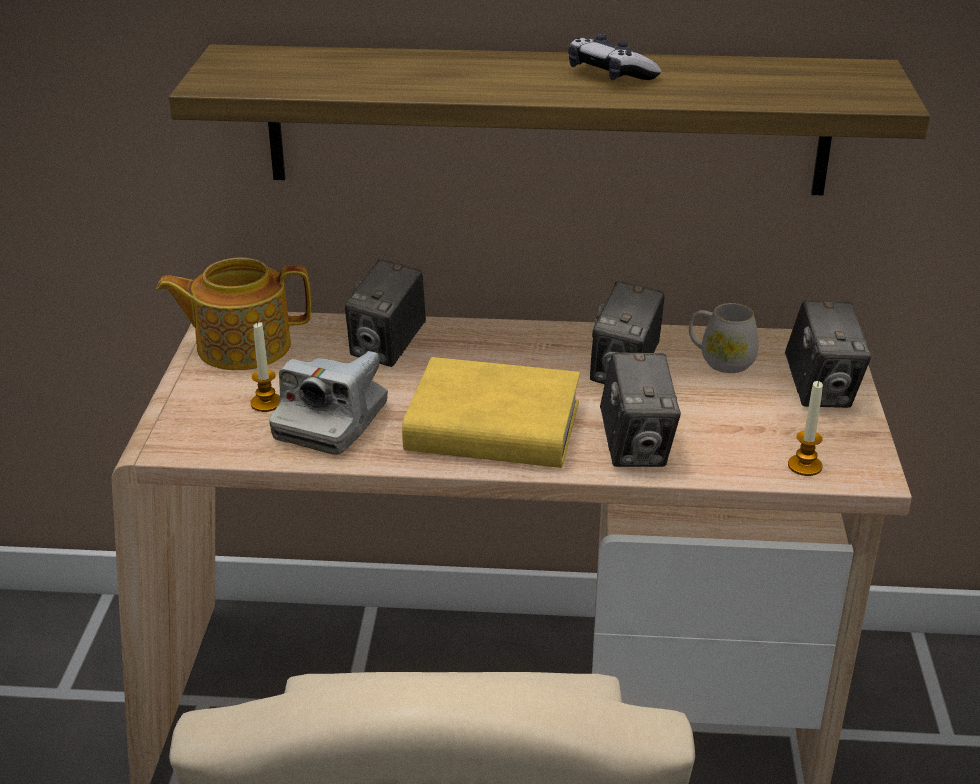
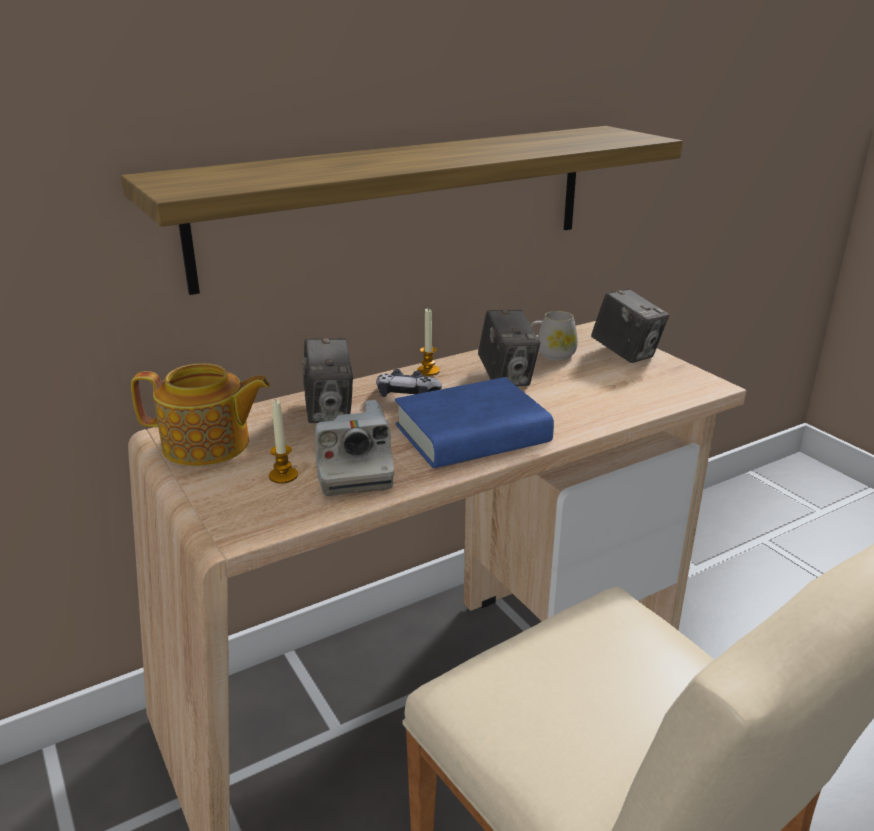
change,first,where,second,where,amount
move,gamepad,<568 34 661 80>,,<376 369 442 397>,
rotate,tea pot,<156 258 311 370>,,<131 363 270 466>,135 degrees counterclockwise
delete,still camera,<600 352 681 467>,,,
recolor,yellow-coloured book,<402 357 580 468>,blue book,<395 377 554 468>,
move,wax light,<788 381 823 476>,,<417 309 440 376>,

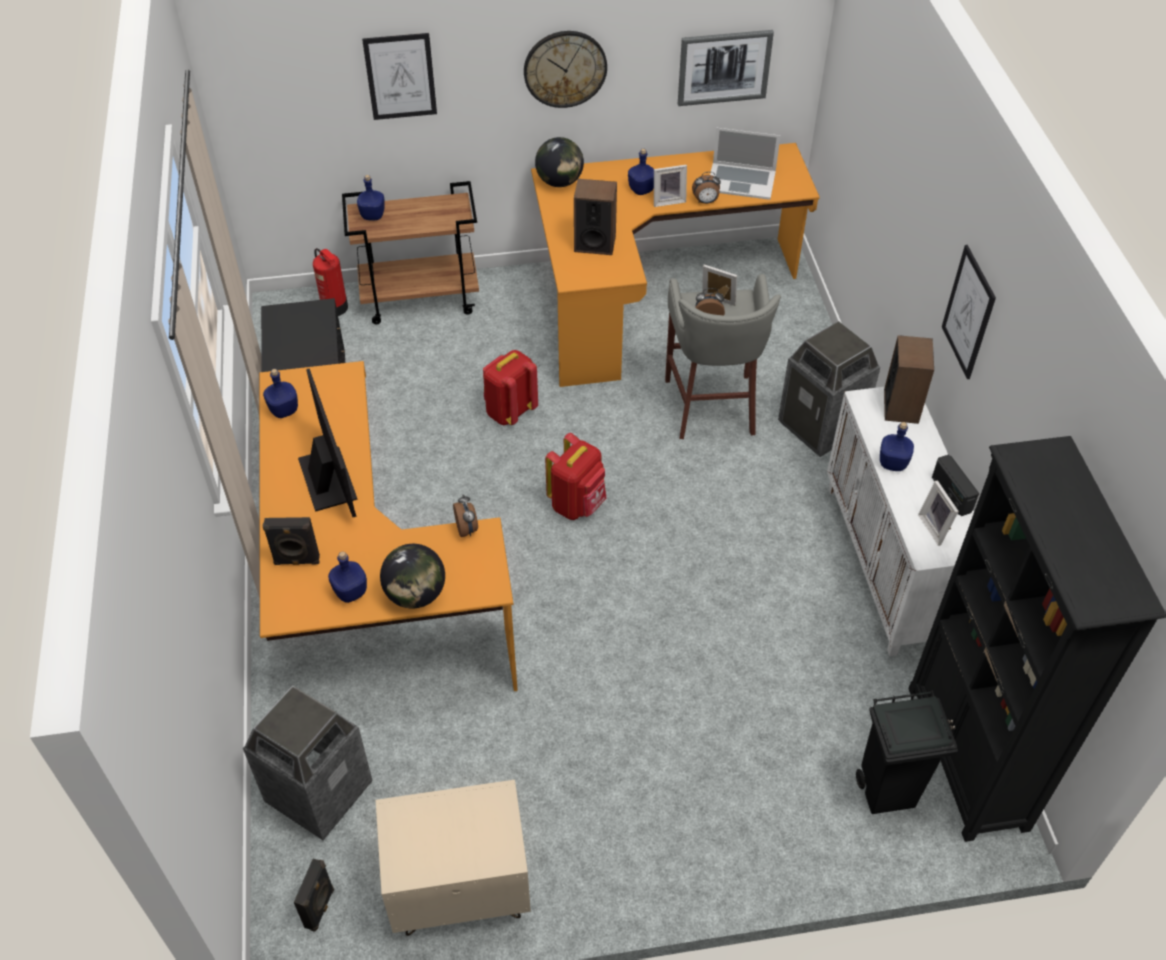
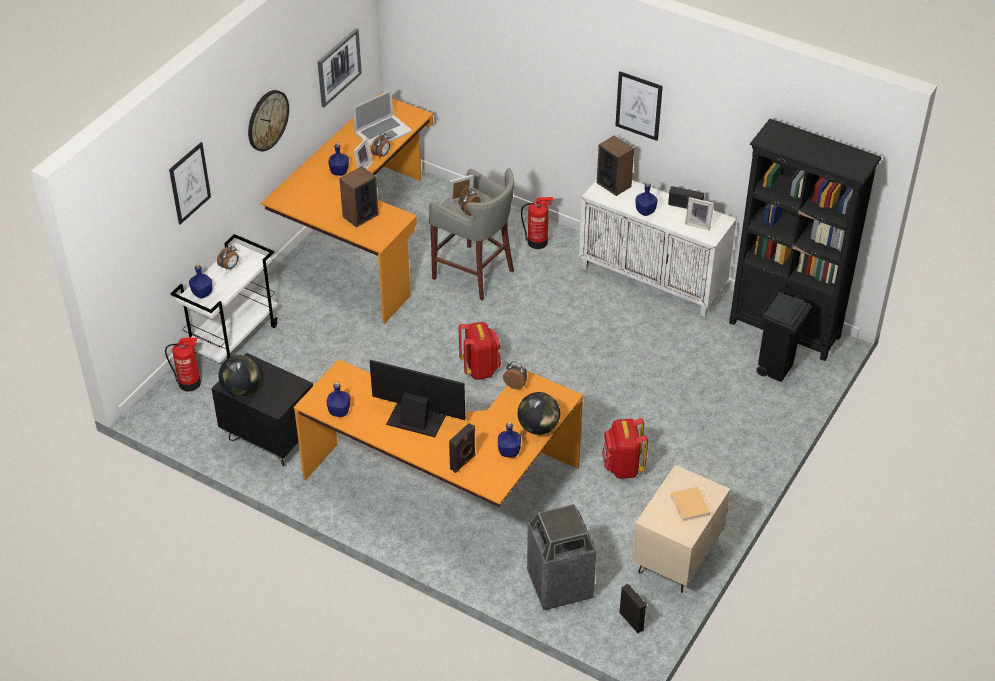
change,first,where,second,where,amount
move,world globe,<535 137 584 187>,,<219 355 260 396>,
recolor,brown-coloured cart,<342 181 479 324>,white cart,<170 234 278 363>,
replace,rubbish bin,<778 321 880 457>,fire-fighting cylinder,<521 197 553 249>,
move,reddish backpack,<483 350 538 425>,,<602 418 648 479>,
insert,,,table clock,<217 245 239 271>,
insert,,,sand-coloured book,<670 487 710 521>,

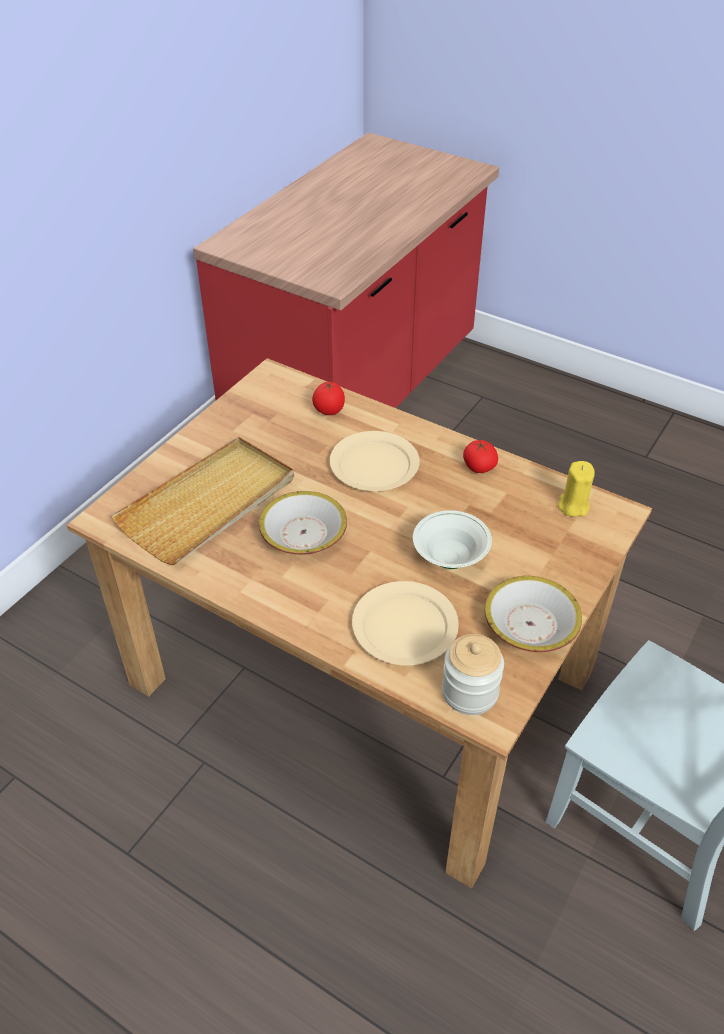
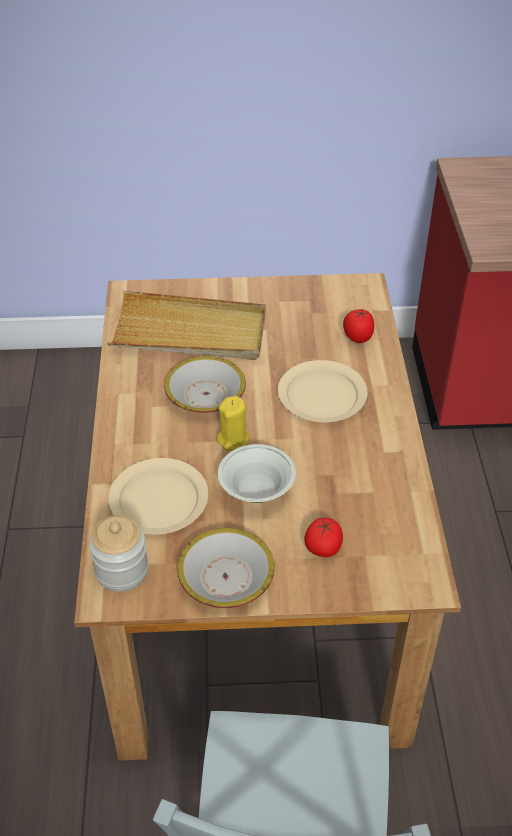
change,first,where,second,where,amount
move,whole tomato,<463 439 498 473>,,<304 518 343 557>,
move,yellow-coloured wax light,<558 461 595 517>,,<216 396 250 451>,

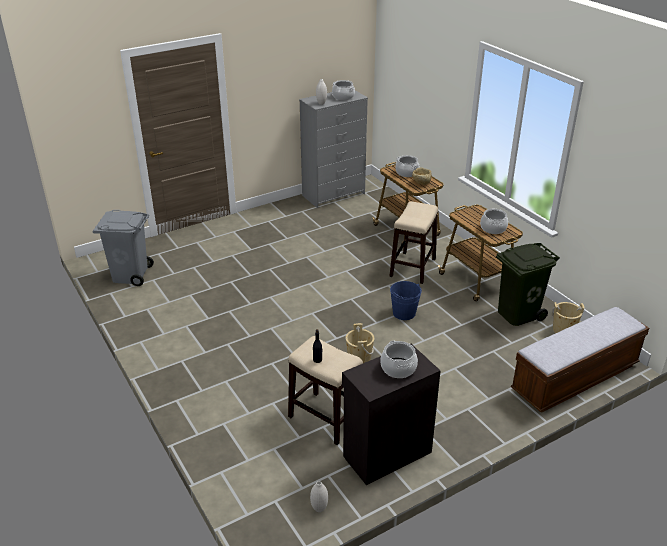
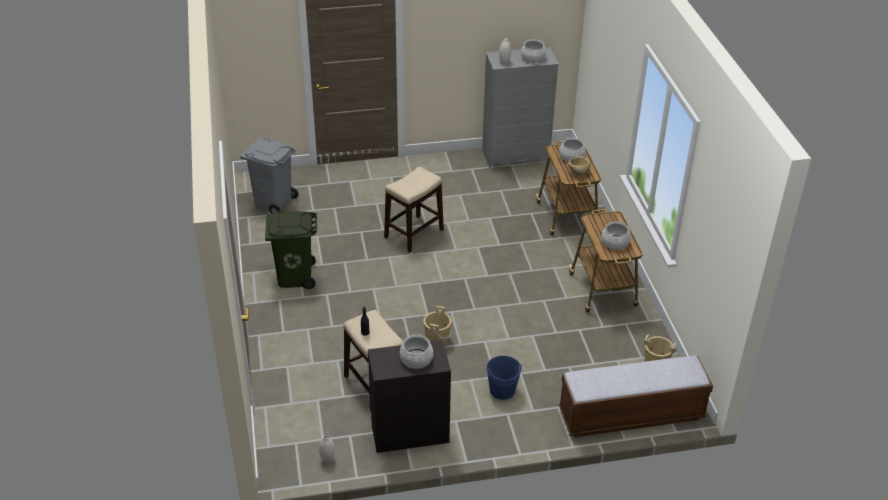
change,first,where,second,where,amount
move,stool,<390 201 438 284>,,<384 167 444 253>,
move,greenish rubbish bin,<496 243 560 326>,,<265 211 317 289>,
move,blue pail,<390 281 422 320>,,<486 356 522 400>,

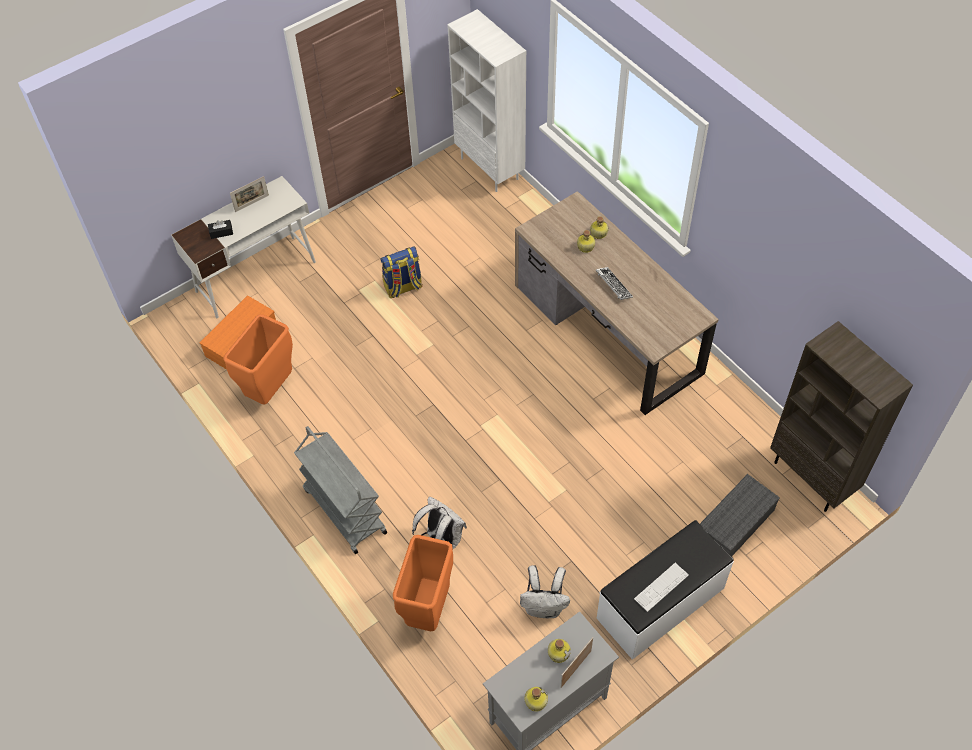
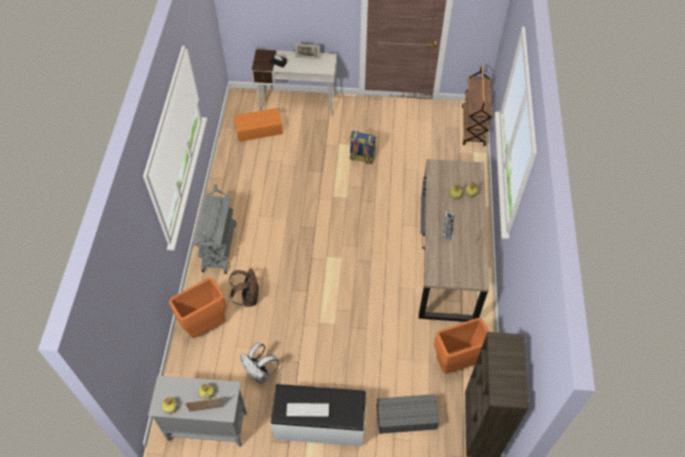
change,first,where,second,where,amount
replace,white bookshelf,<447 9 526 192>,brown-coloured cart,<462 65 492 146>,
move,orange-coloured rubbish bin,<223 314 293 405>,,<434 318 489 374>,
recolor,white backpack,<412 496 467 549>,brown-coloured backpack,<229 268 259 307>,

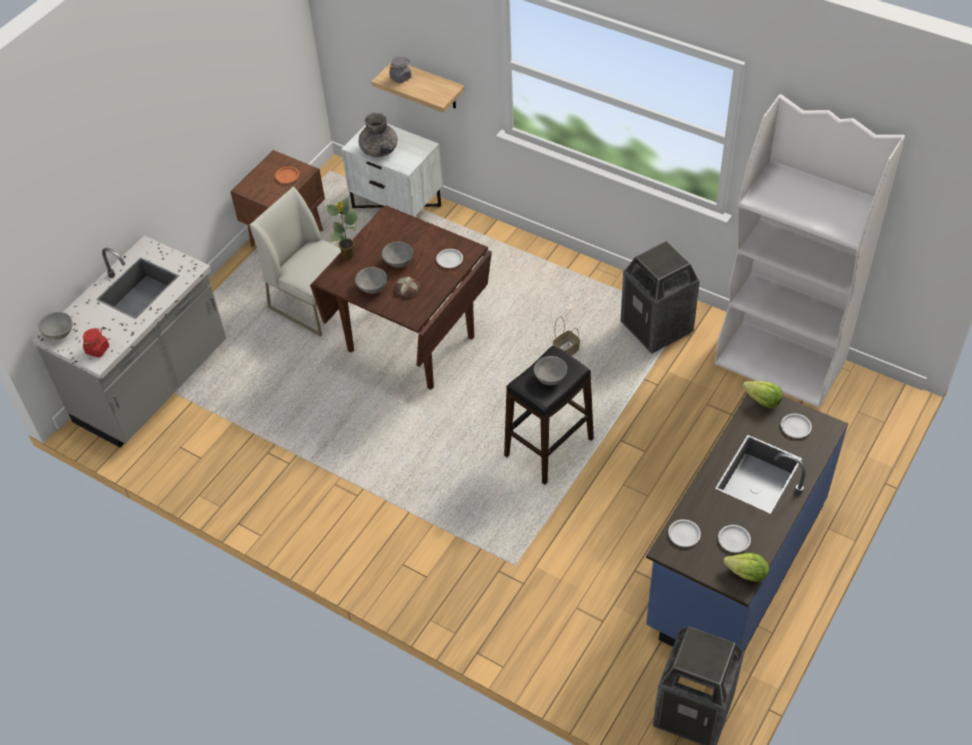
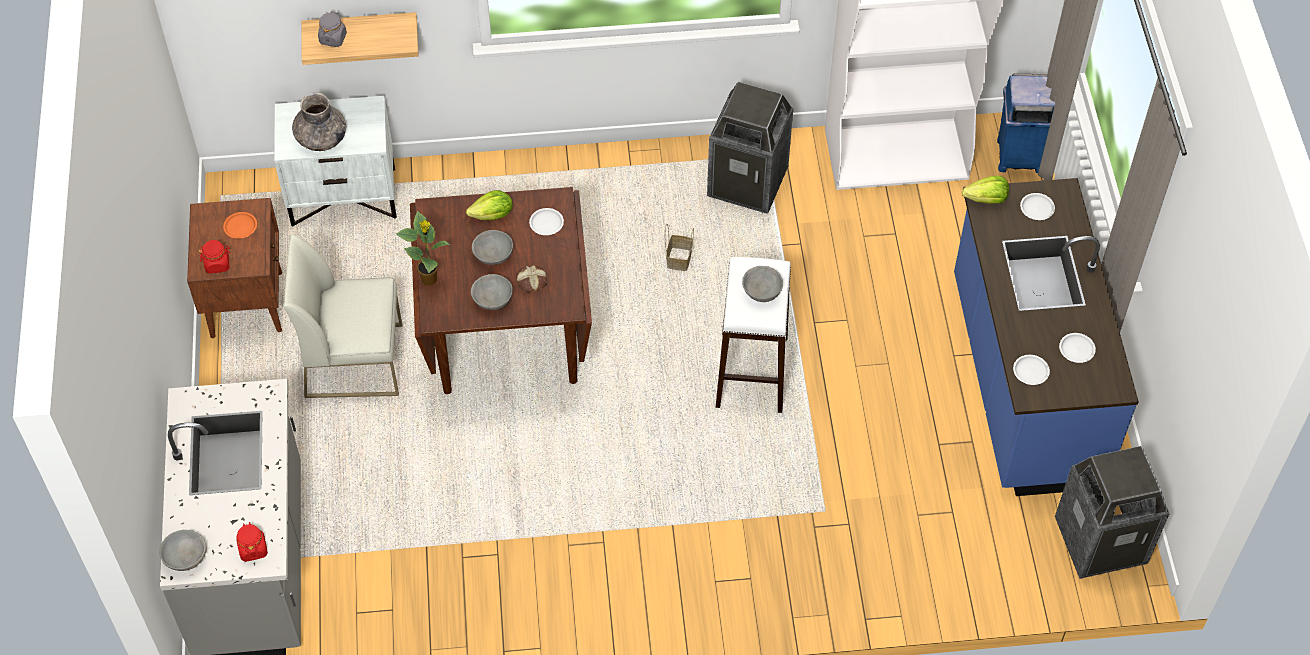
change,first,where,second,where,amount
recolor,blackish stool,<504 346 594 485>,white stool,<716 257 791 413>,
move,lettuce,<723 553 769 582>,,<466 190 513 220>,
insert,,,blue rubbish bin,<997 73 1055 173>,
insert,,,reddish jar,<199 240 230 274>,

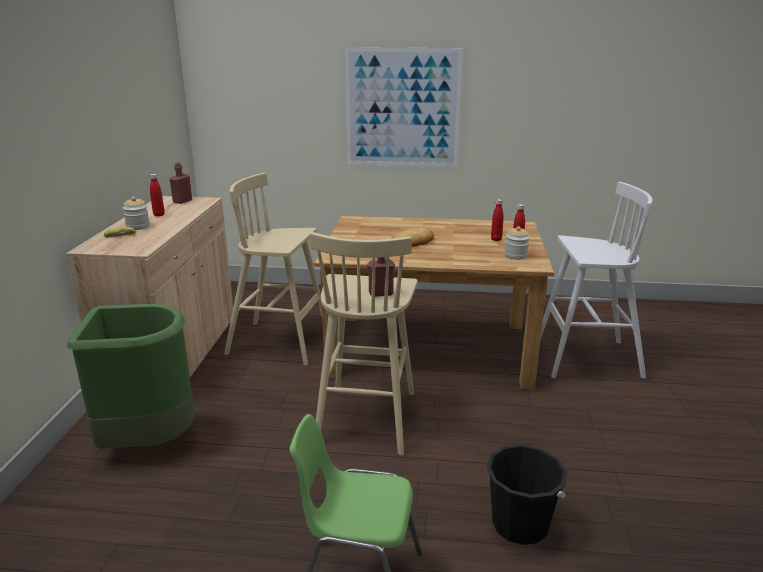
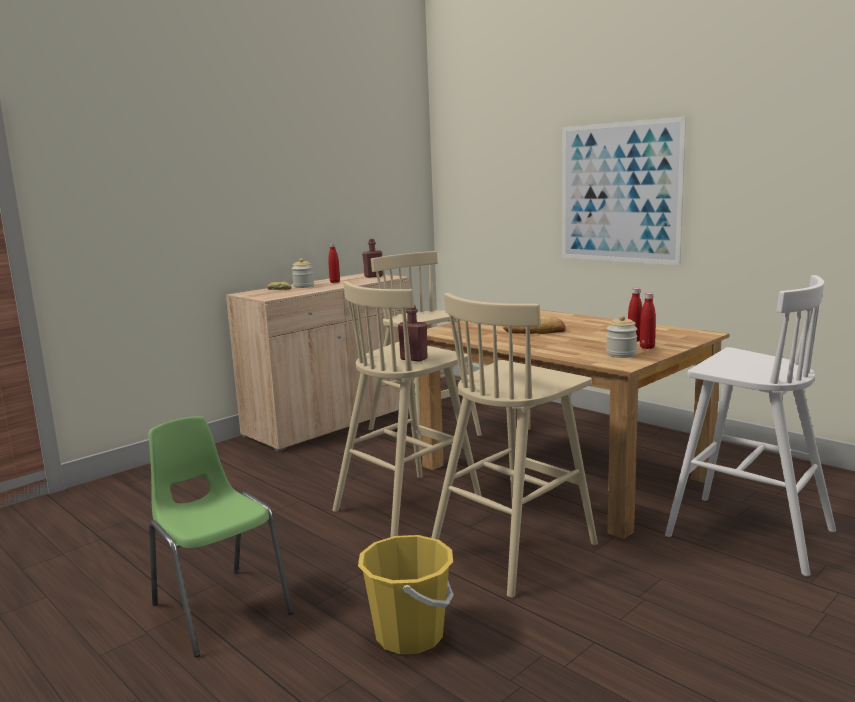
change,first,where,second,where,amount
delete,greenish rubbish bin,<67 304 195 449>,,,
recolor,blackish pail,<486 445 567 545>,yellow-coloured pail,<358 535 454 654>,
insert,,,sand-coloured stool,<431 293 598 598>,

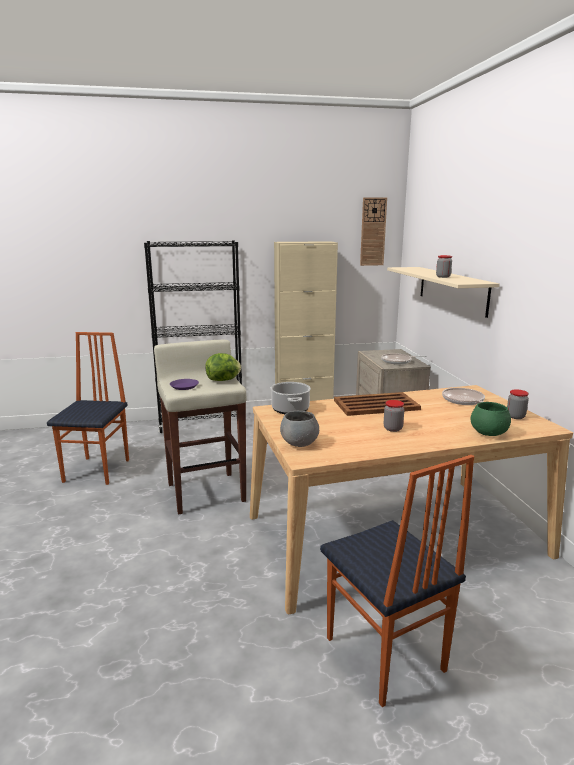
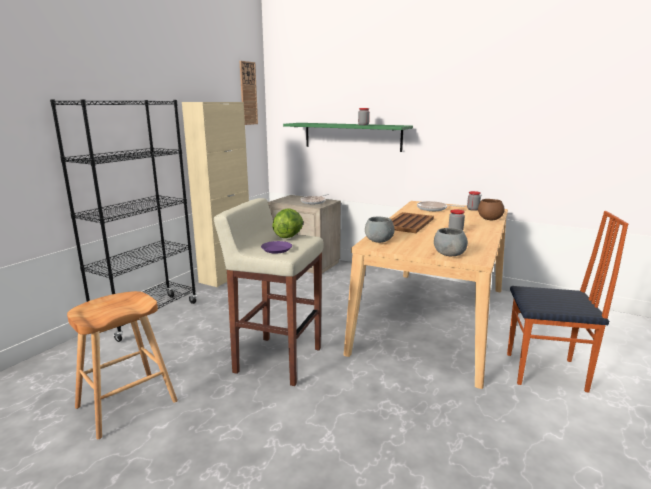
change,first,where,second,where,amount
recolor,sand-coloured wall shelf,<387 267 500 318>,greenish wall shelf,<283 123 413 152>,
replace,plain chair,<47 332 129 485>,brown-coloured stool,<67 291 178 439>,
replace,cooking pot,<270 382 311 414>,greyish bowl,<365 217 395 243>,
recolor,greenish bowl,<471 402 511 436>,brown-coloured bowl,<478 199 505 220>,

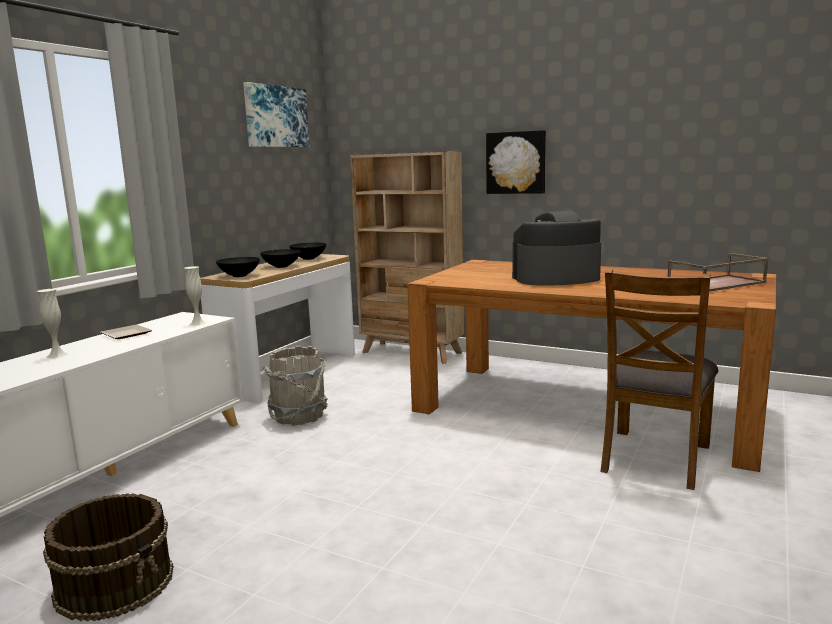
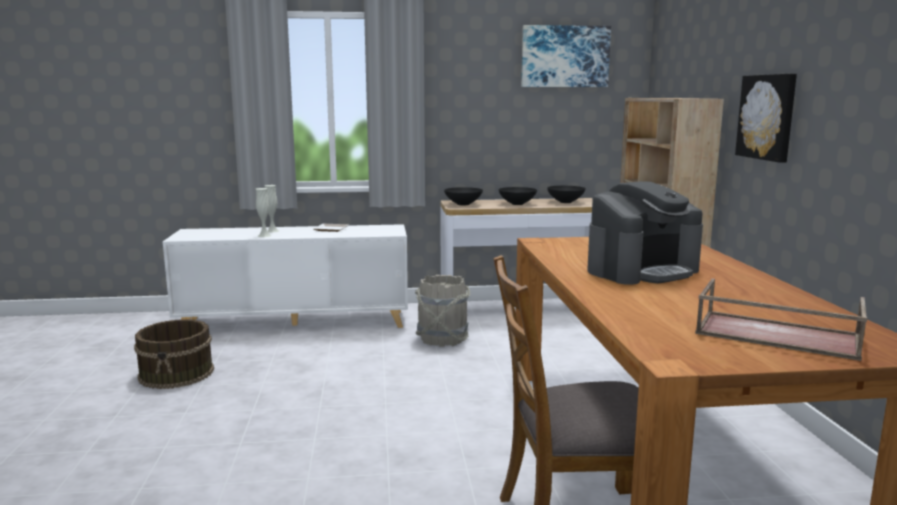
change,first,where,second,where,amount
rotate,coffee machine,<512 211 601 285>,,<587 181 703 285>,105 degrees clockwise
move,white flower vase,<184 266 206 326>,,<255 188 271 237>,

